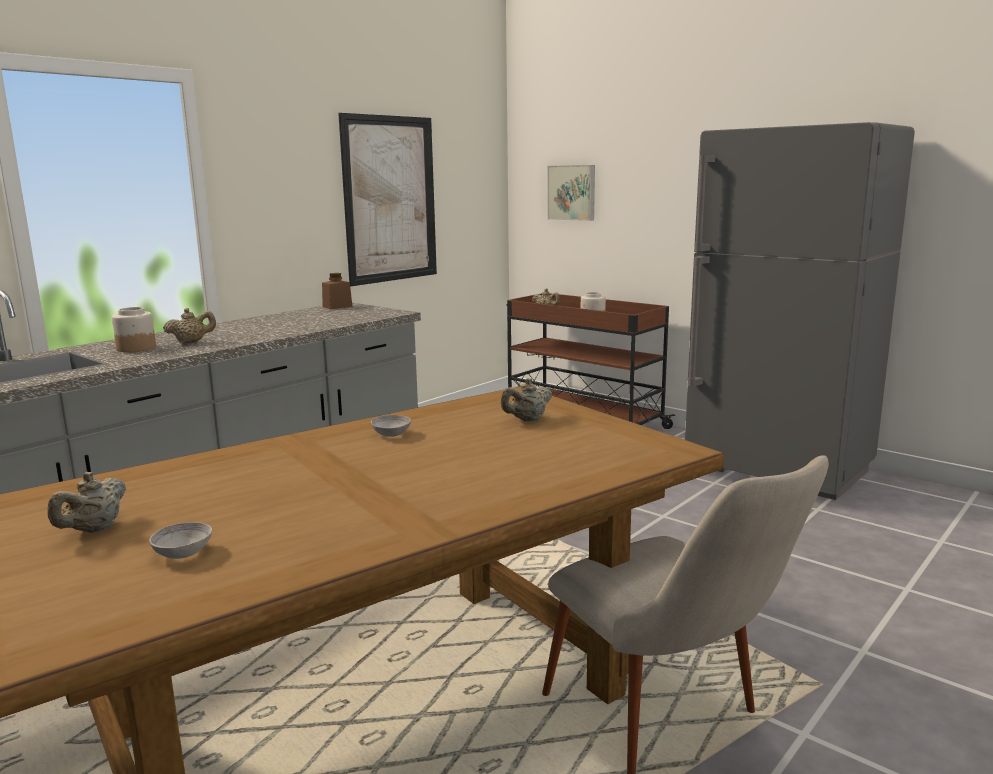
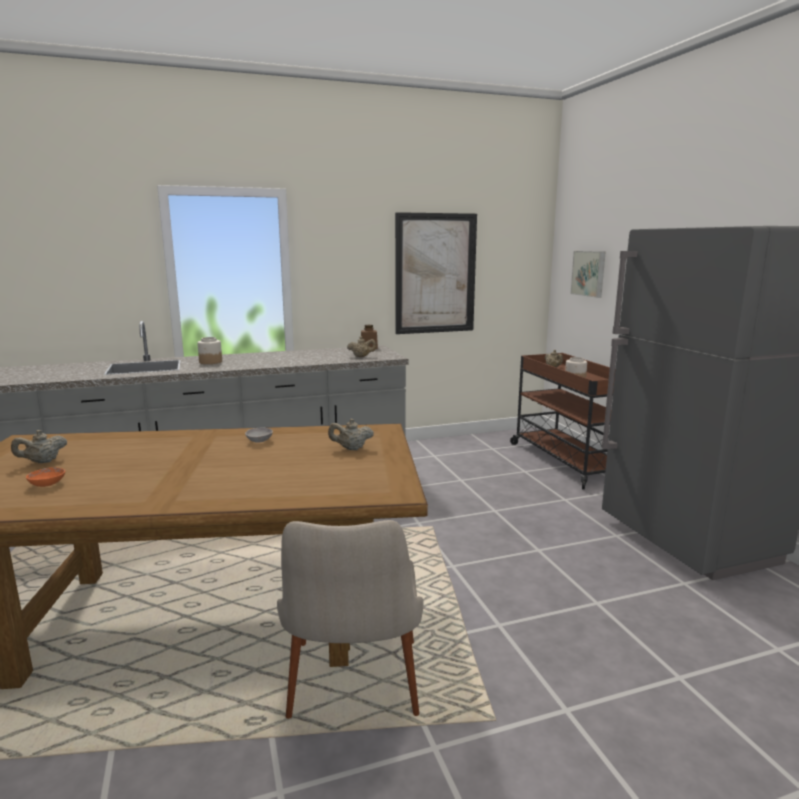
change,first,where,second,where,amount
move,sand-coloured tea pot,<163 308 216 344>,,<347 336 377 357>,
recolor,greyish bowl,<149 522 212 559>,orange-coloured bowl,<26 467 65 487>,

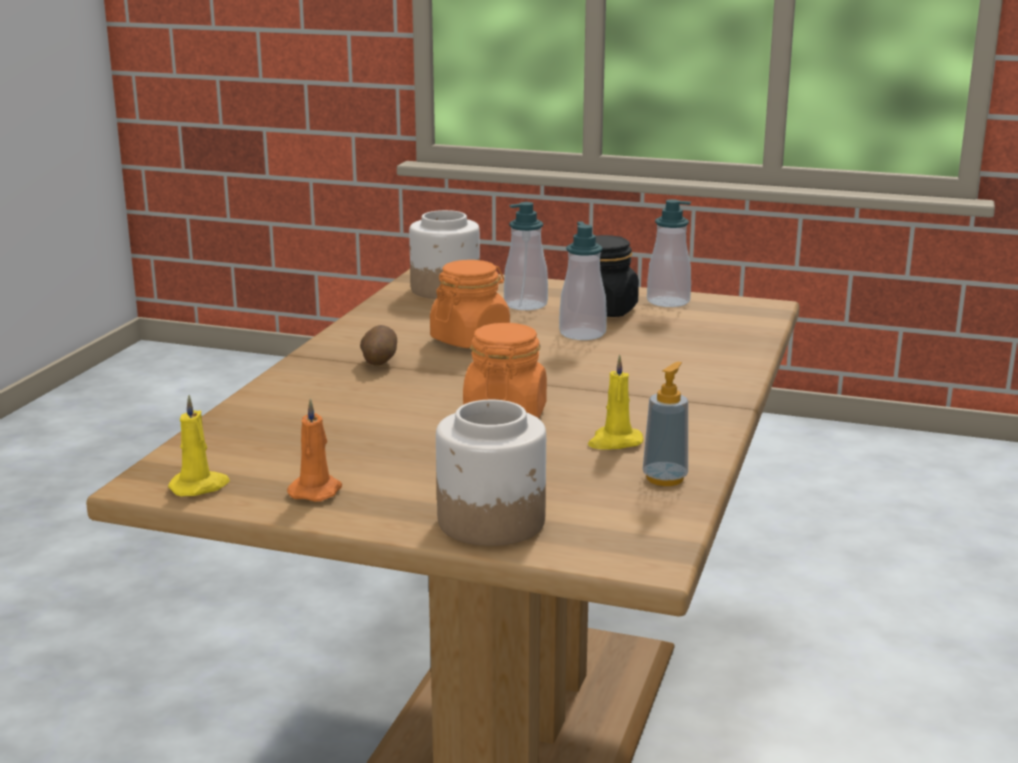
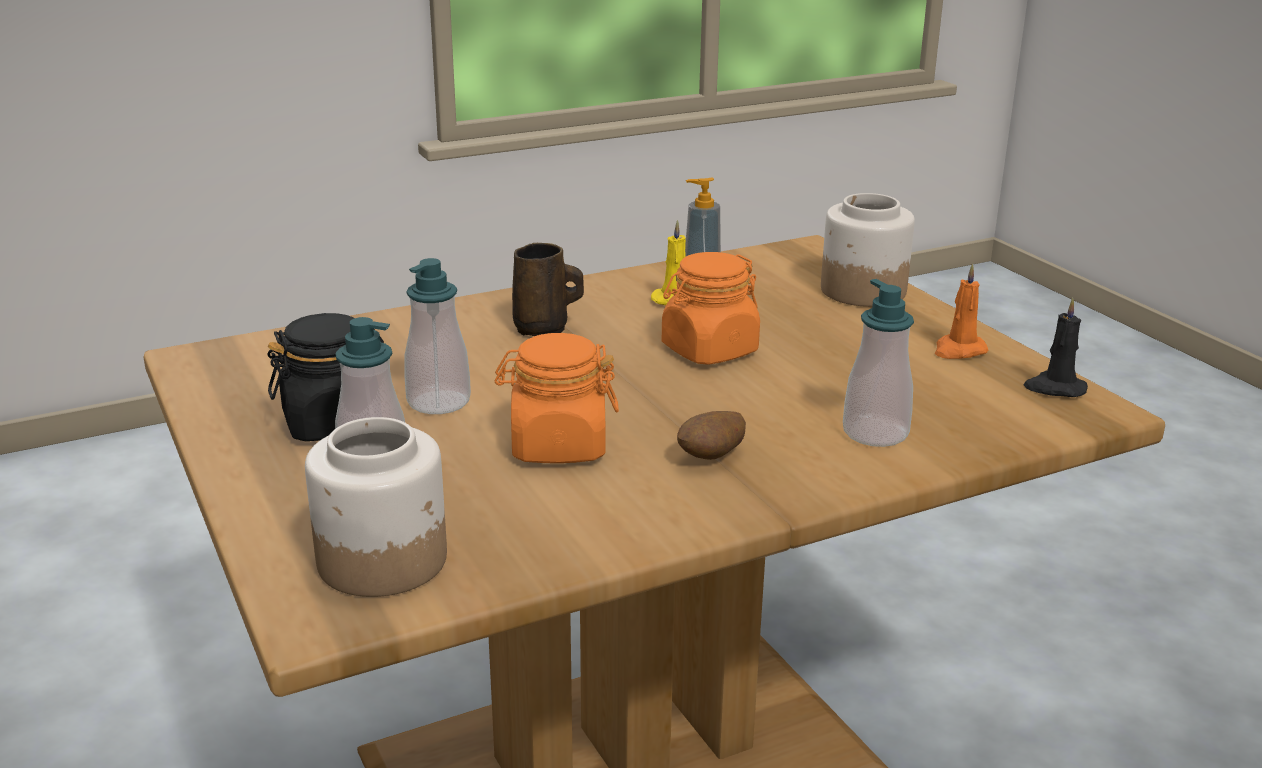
change,first,where,second,where,amount
move,liquid soap bottle,<647 199 691 307>,,<843 279 914 447>,
recolor,yellow-coloured wax light,<168 395 230 496>,blackish wax light,<1024 298 1088 397>,
insert,,,brown-coloured mug,<512 243 584 336>,

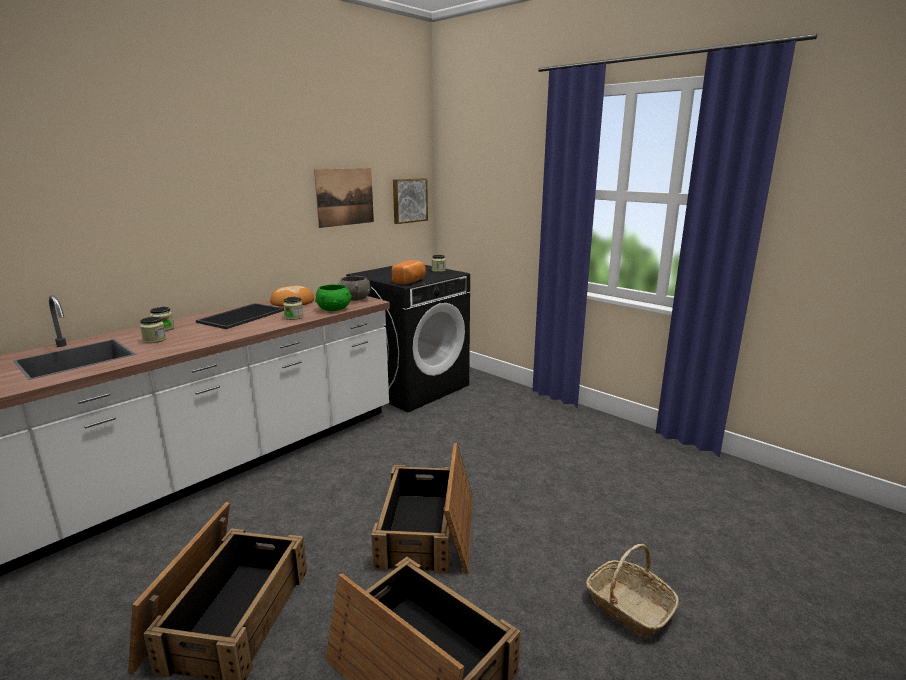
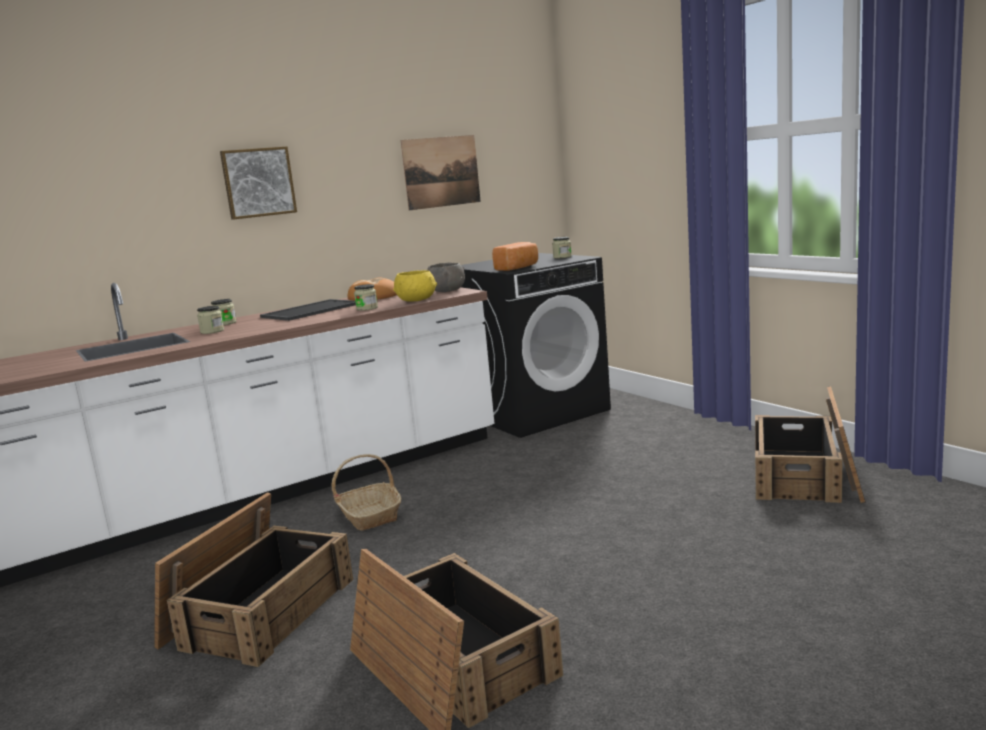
change,first,where,second,where,amount
move,wall picture,<393 178 428 224>,,<220 146 297 220>,
recolor,greenish bowl,<315 284 352 311>,yellow-coloured bowl,<393 270 437 302>,
move,crate,<371 443 473 574>,,<755 386 865 503>,
move,basket,<586 544 679 638>,,<331 454 402 531>,

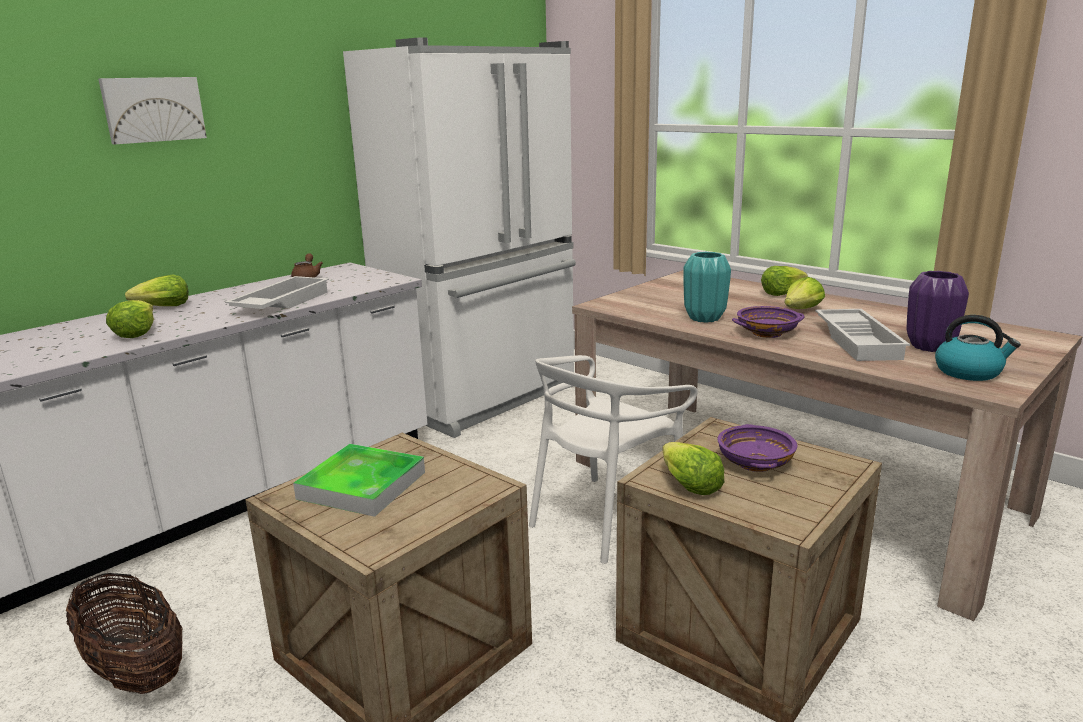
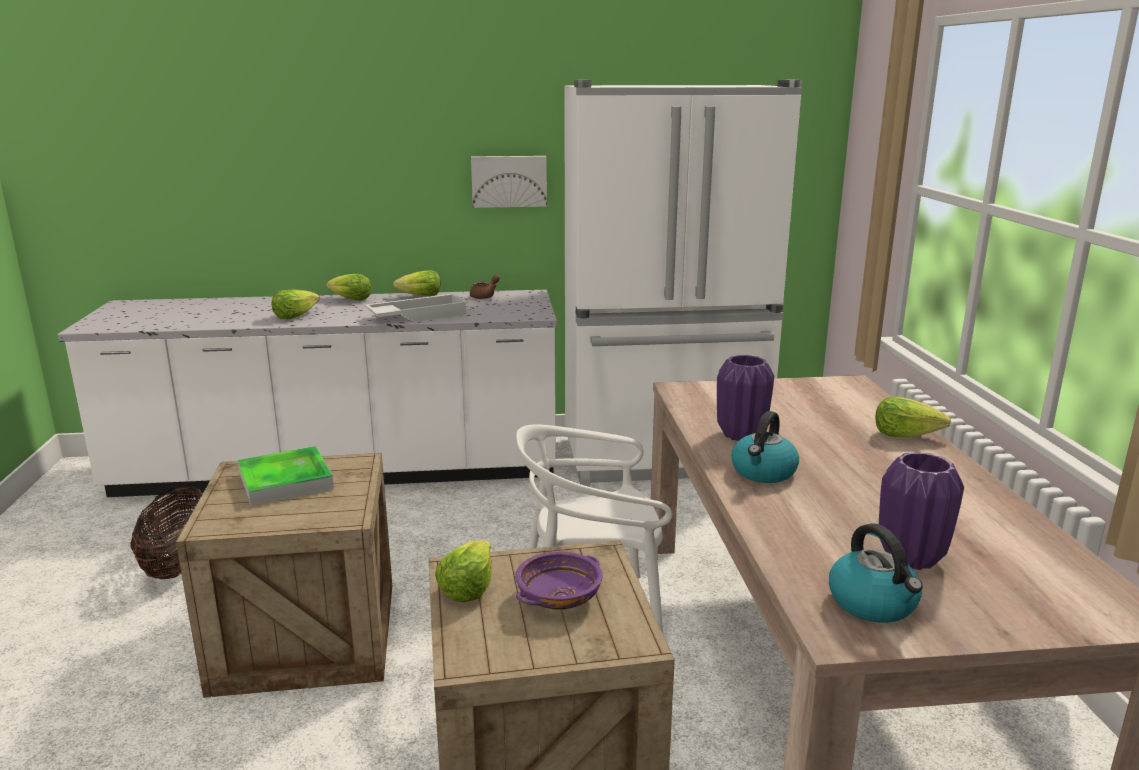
change,first,where,second,where,amount
move,wall picture,<98 77 207 144>,,<471 156 547 208>,
recolor,turquoise flower vase,<683 252 731 323>,purplish flower vase,<717 355 774 441>,
move,lettuce,<784 277 825 309>,,<393 270 441 296>,
replace,purplish bowl,<732 306 804 338>,kettle,<731 411 799 483>,
delete,white serving tray,<815 309 910 361>,,,

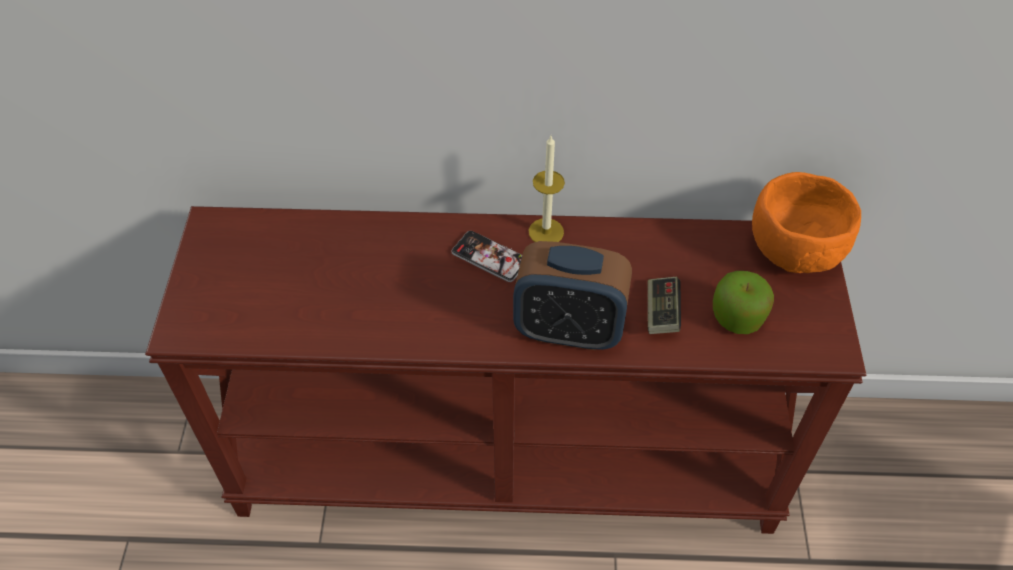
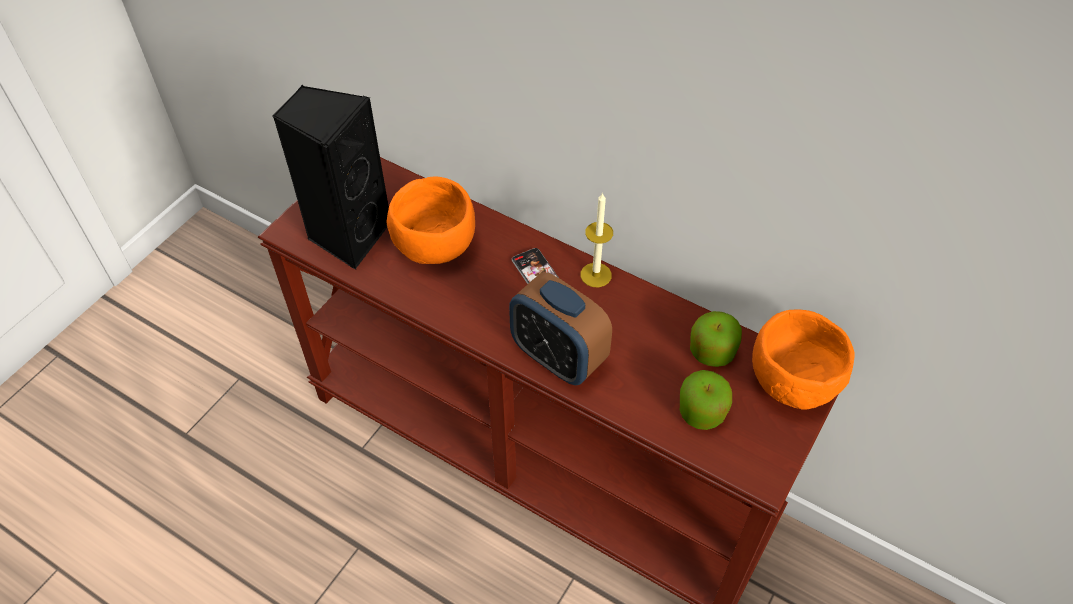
change,first,where,second,where,amount
delete,gamepad,<648 277 681 334>,,,
insert,,,blackish loudspeaker,<272 85 389 269>,
insert,,,orange-coloured bowl,<387 176 475 264>,
insert,,,apple,<690 311 742 367>,

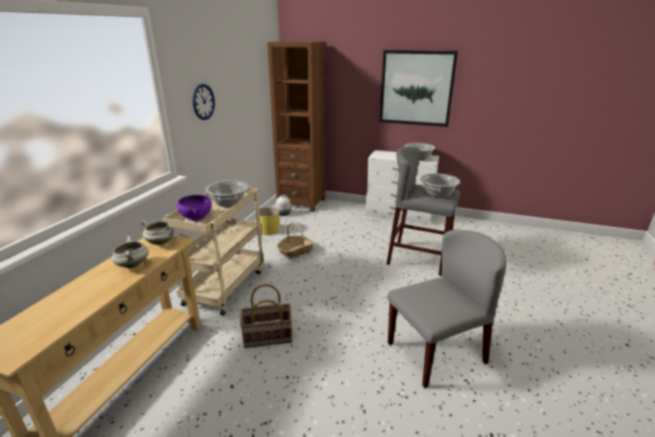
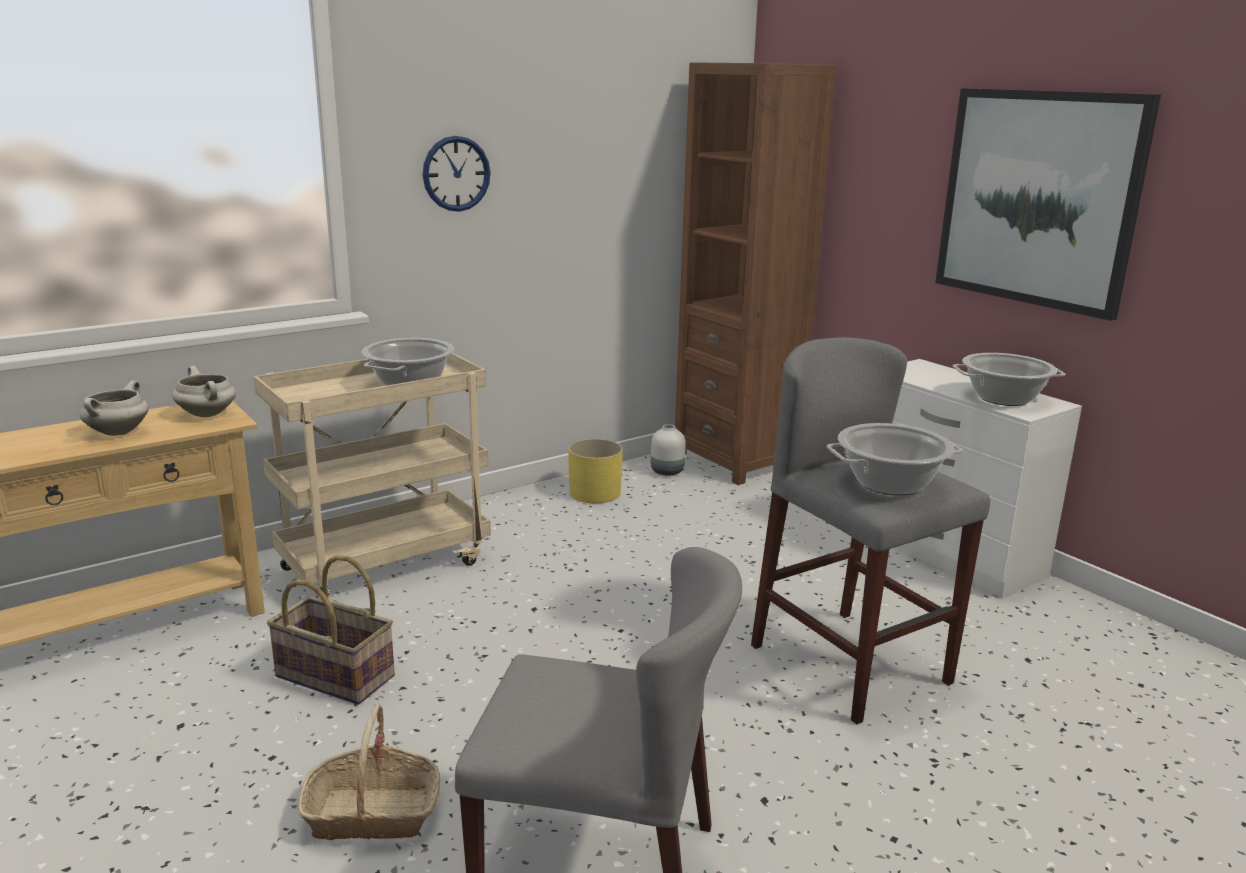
change,first,where,second,where,amount
delete,purplish bowl,<177 195 212 221>,,,
move,basket,<277 223 315 259>,,<297 704 440 840>,

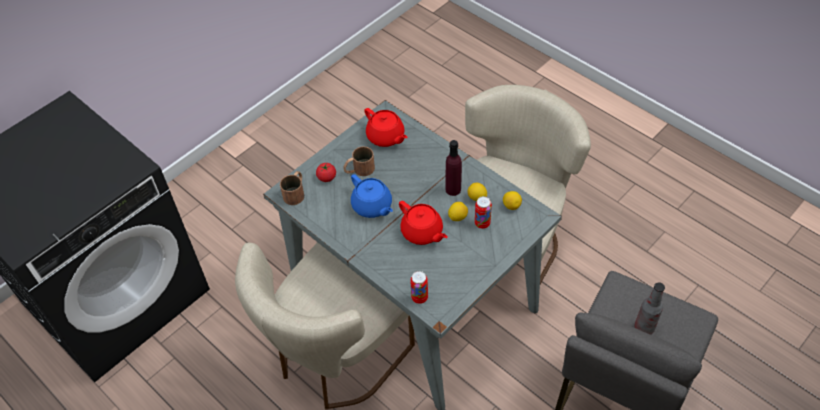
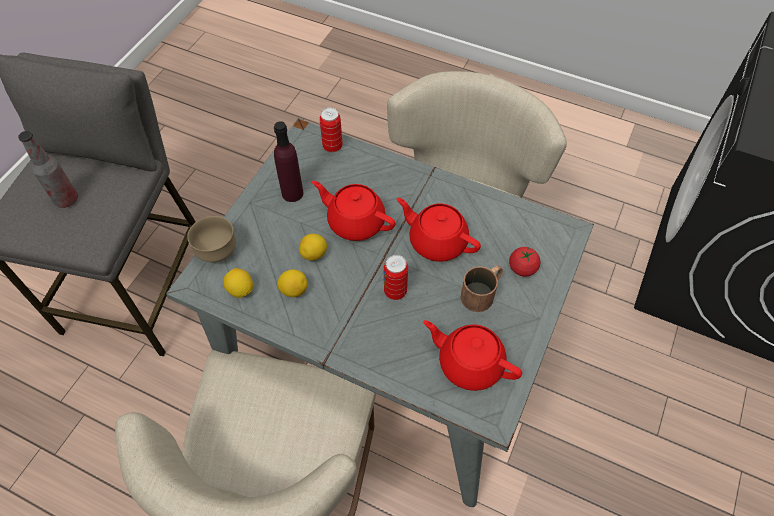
change,first,where,second,where,amount
move,purplish bottle,<445 140 462 196>,,<274 121 303 202>,
delete,brown-coloured mug,<280 171 304 205>,,,
recolor,blue tea pot,<351 174 393 218>,reddish tea pot,<396 198 481 262>,
move,metal can,<475 196 492 229>,,<384 255 408 300>,
insert,,,brown-coloured bowl,<187 216 236 262>,

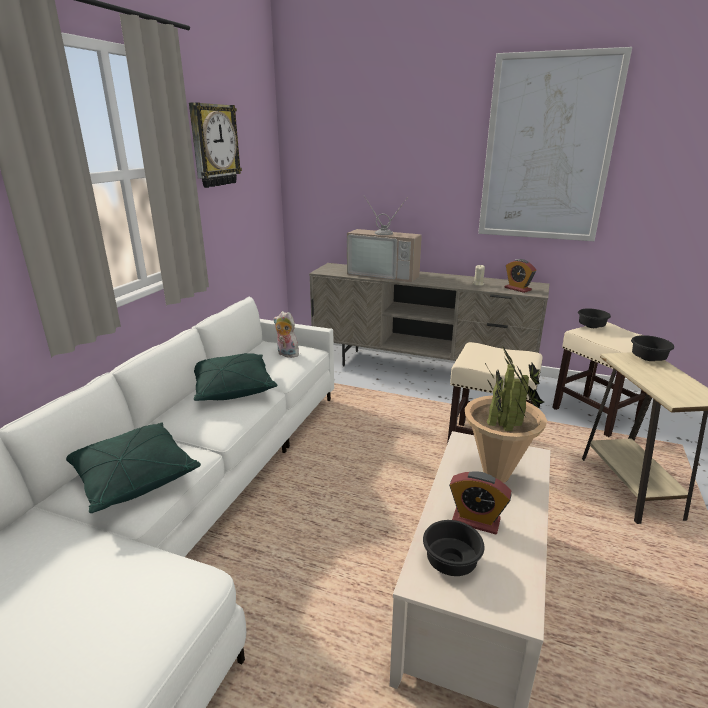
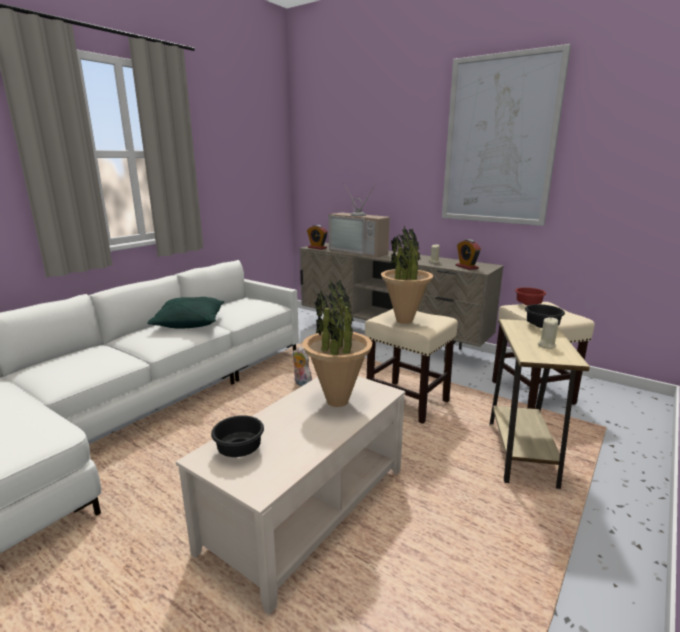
change,first,where,second,where,amount
delete,clock on the wall,<189 102 242 188>,,,
recolor,blackish bowl,<578 308 611 328>,reddish bowl,<515 287 546 305>,
move,cuddly toy,<273 311 299 358>,,<293 347 312 386>,
delete,greenish pillow,<66 422 201 513>,,,
move,table clock,<449 471 512 534>,,<307 225 328 250>,
insert,,,potted plant,<381 226 433 324>,
insert,,,sand-coloured wax light,<538 317 558 349>,

